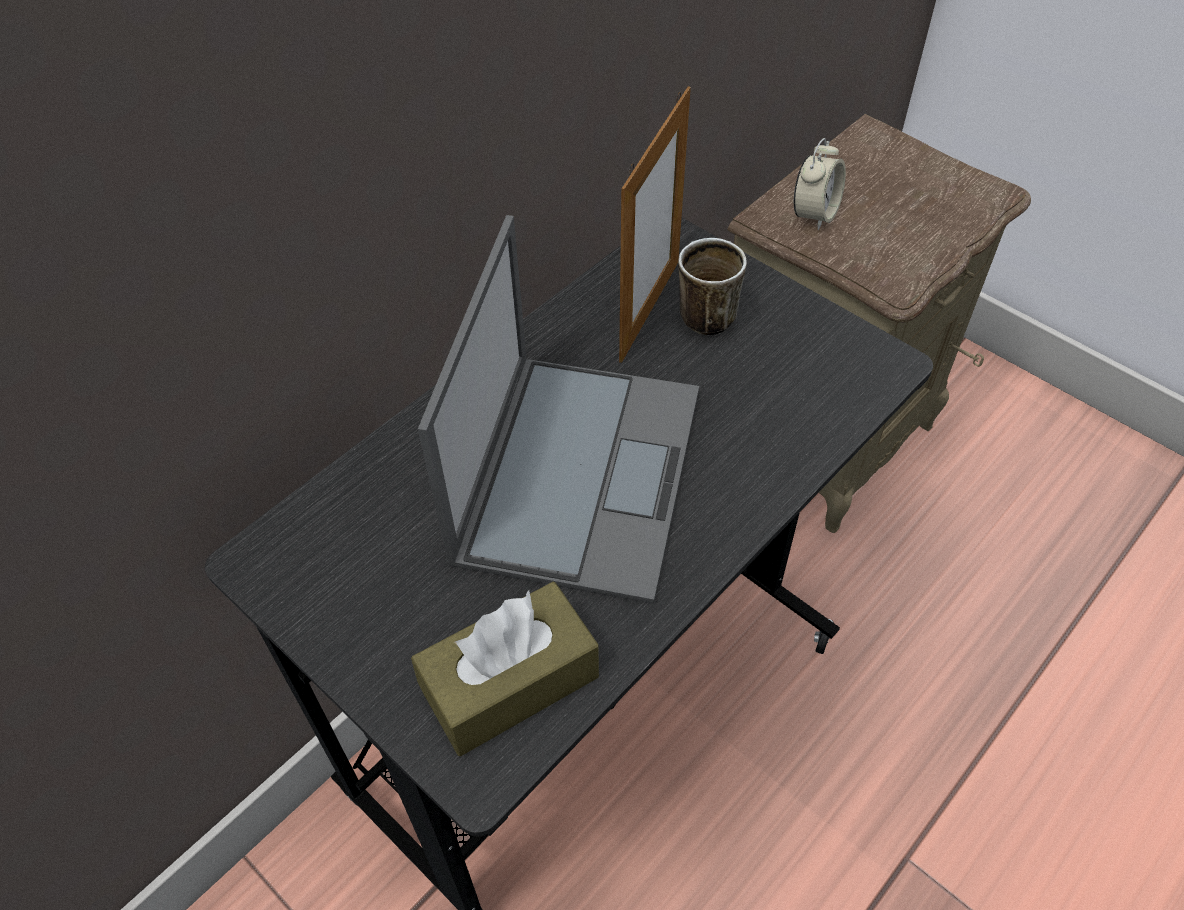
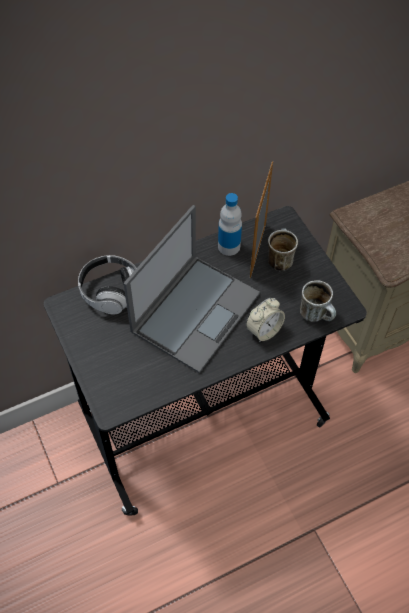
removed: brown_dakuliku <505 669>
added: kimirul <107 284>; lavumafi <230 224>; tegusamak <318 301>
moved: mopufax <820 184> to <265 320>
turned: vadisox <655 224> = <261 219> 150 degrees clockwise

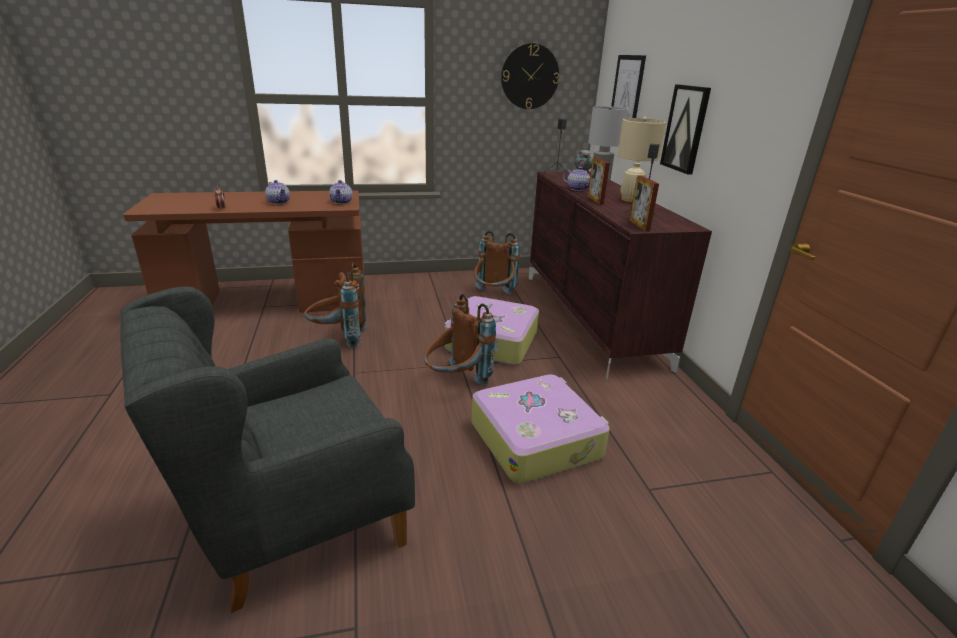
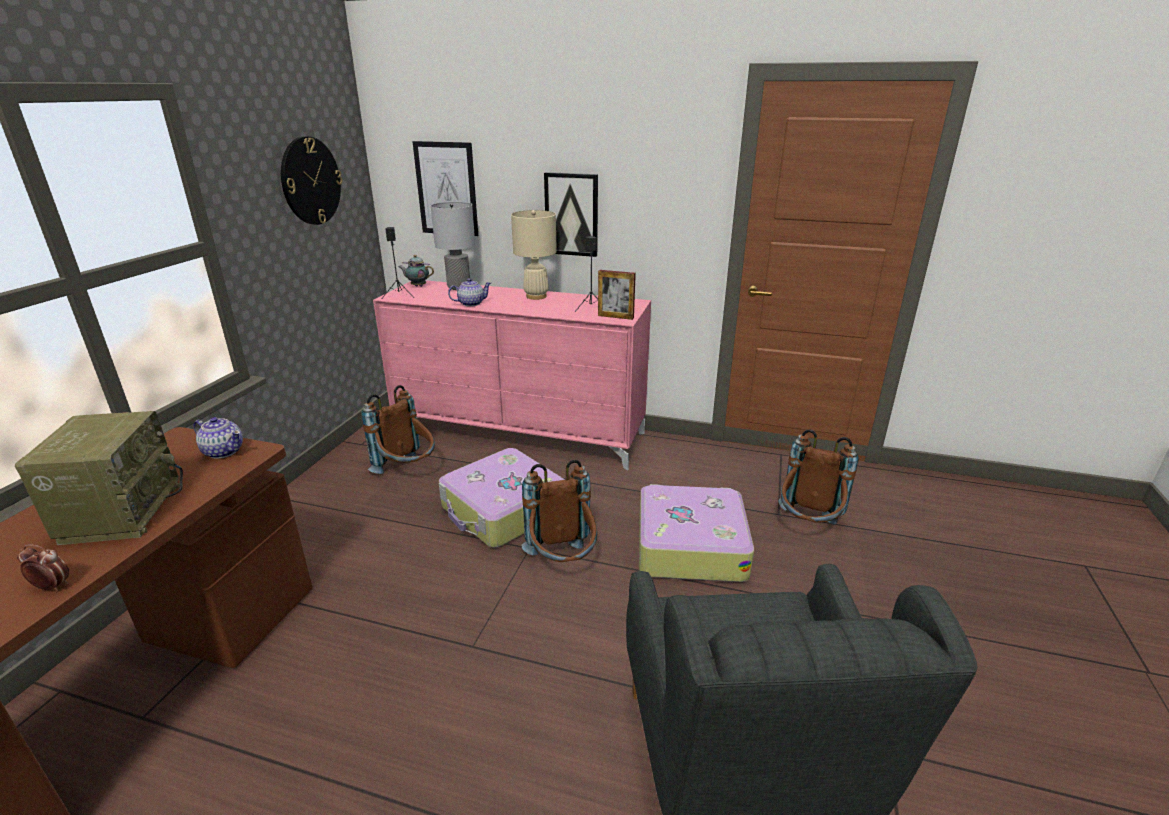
removed: vadisox <599 181>
moved: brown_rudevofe <335 305> to <818 476>
replaced: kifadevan <277 192> to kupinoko <99 478>
recoloured: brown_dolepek <620 275> to pink_dolepek <512 375>

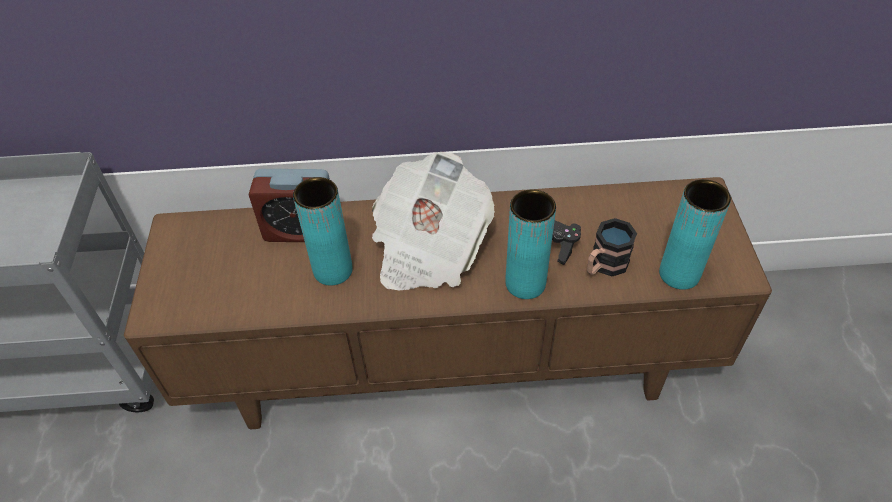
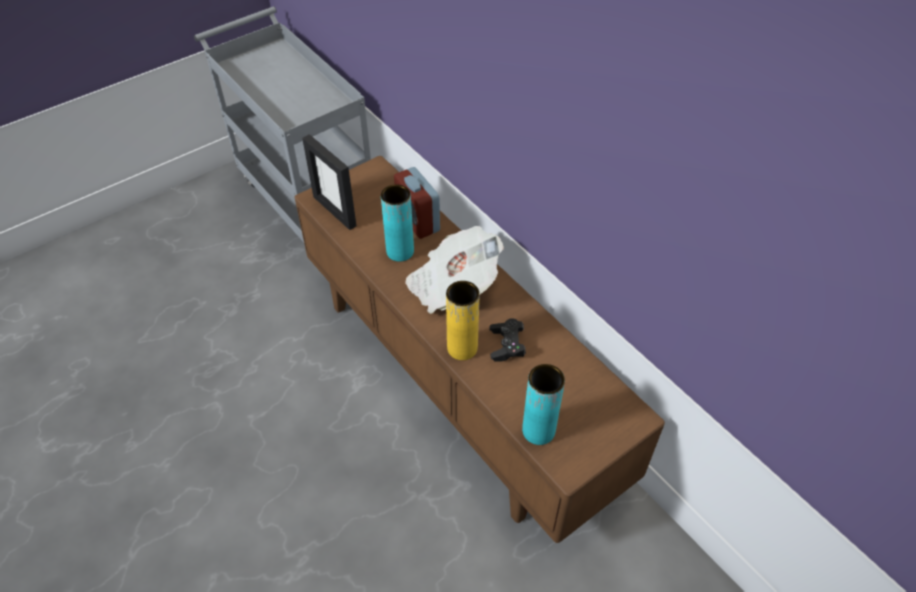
removed: tegusamak <612 247>
added: vadisox <329 182>
recoloured: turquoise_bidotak <530 244> to yellow_bidotak <463 320>

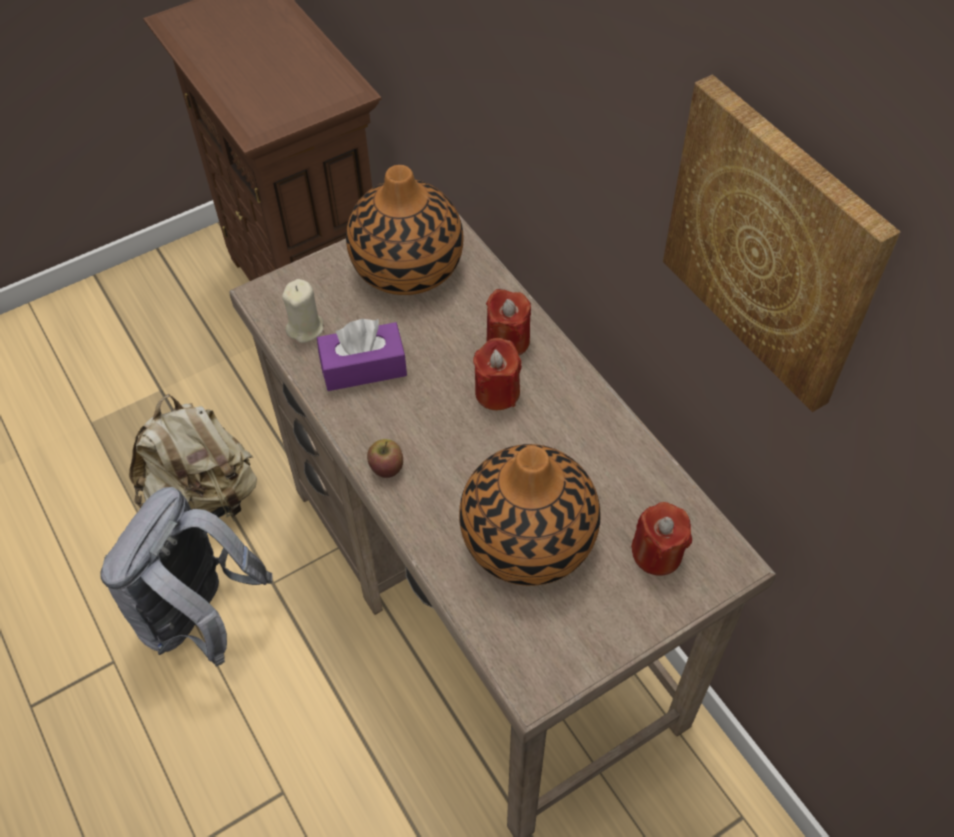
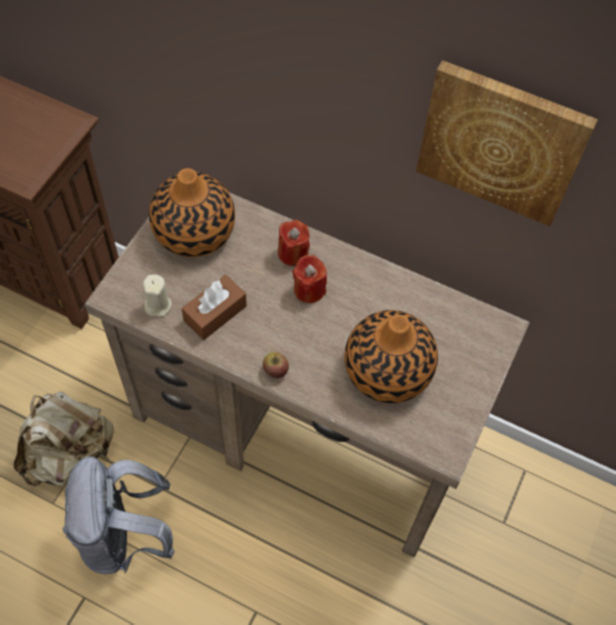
removed: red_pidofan <661 539>
recoloured: purple_dakuliku <362 355> to brown_dakuliku <214 307>

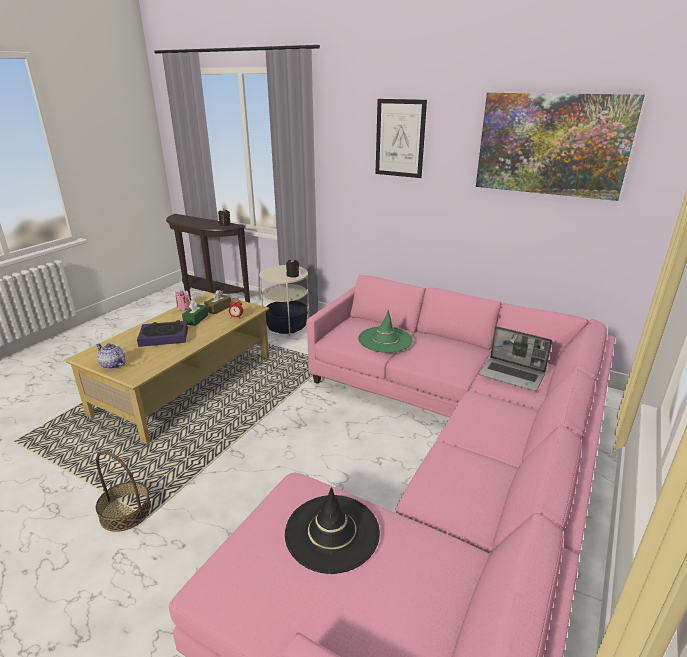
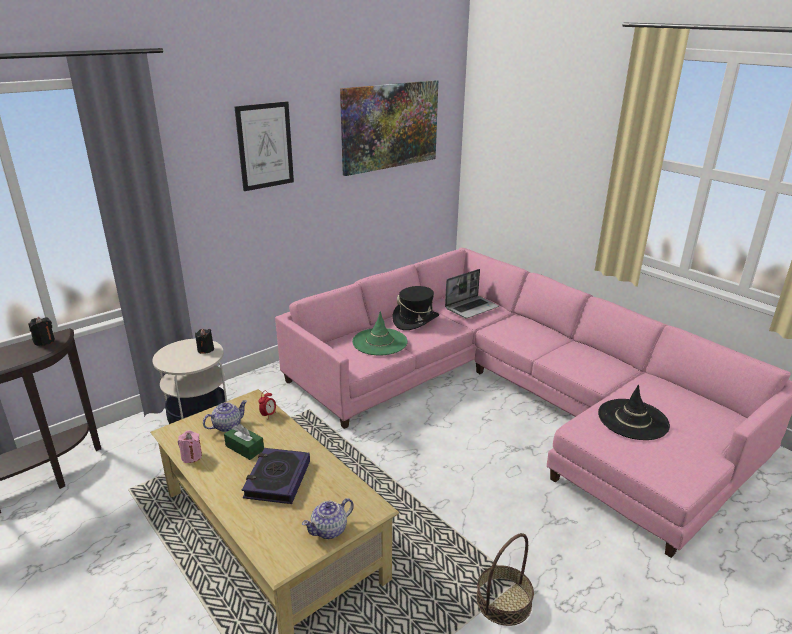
added: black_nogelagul <415 308>
replaced: brown_dakuliku <218 302> to kifadevan <225 416>

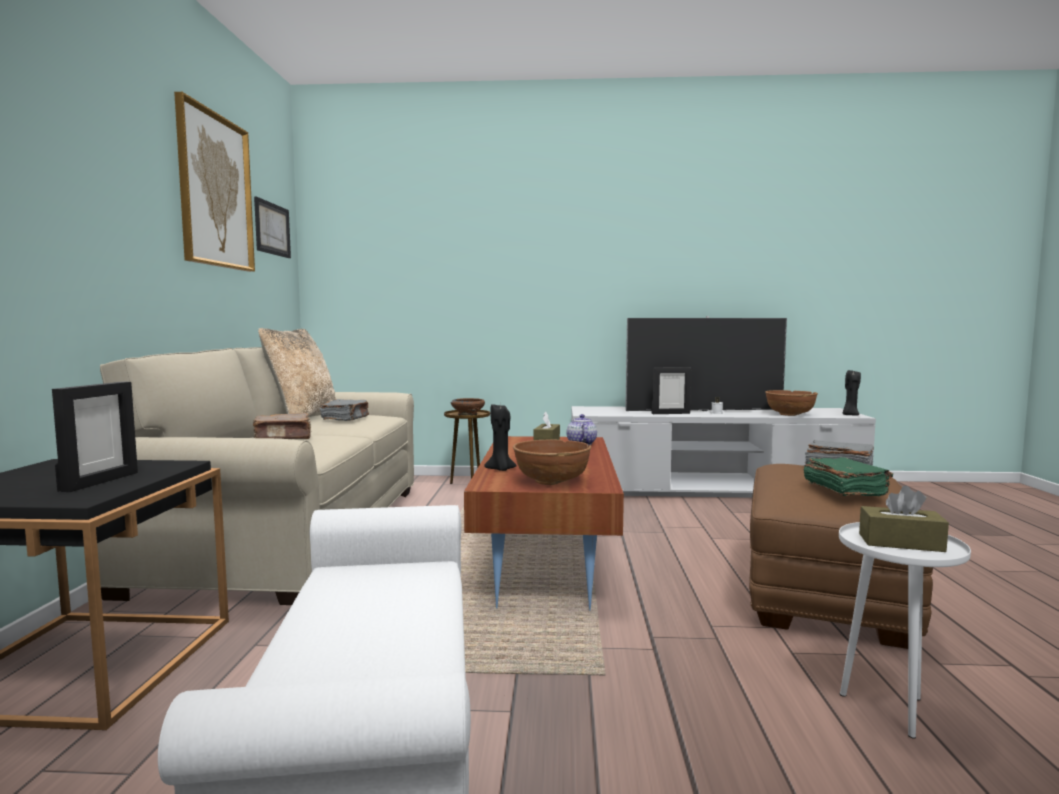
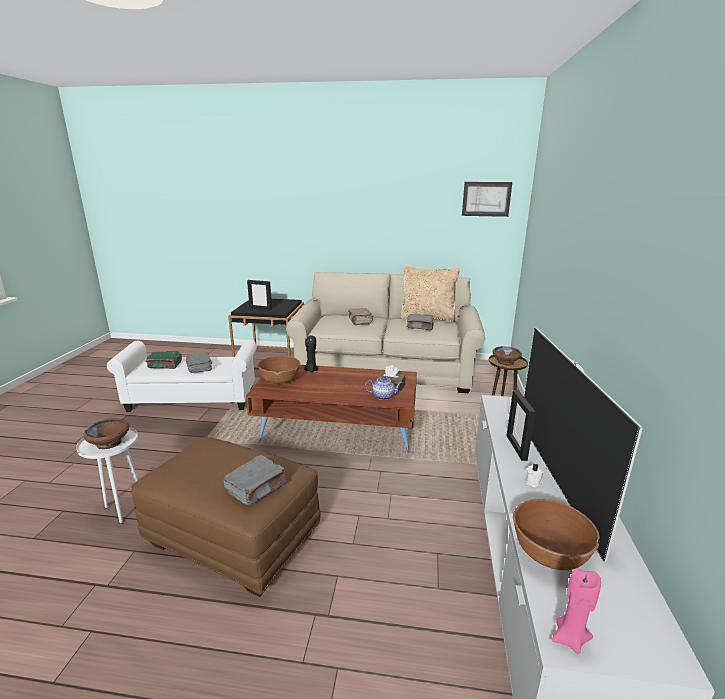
removed: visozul <214 182>
added: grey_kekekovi <199 362>
moved: green_kekekovi <848 476> to <163 360>
replaced: brown_dakuliku <904 519> to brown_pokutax <106 433>
recoloured: black_pidofan <852 392> to pink_pidofan <576 611>

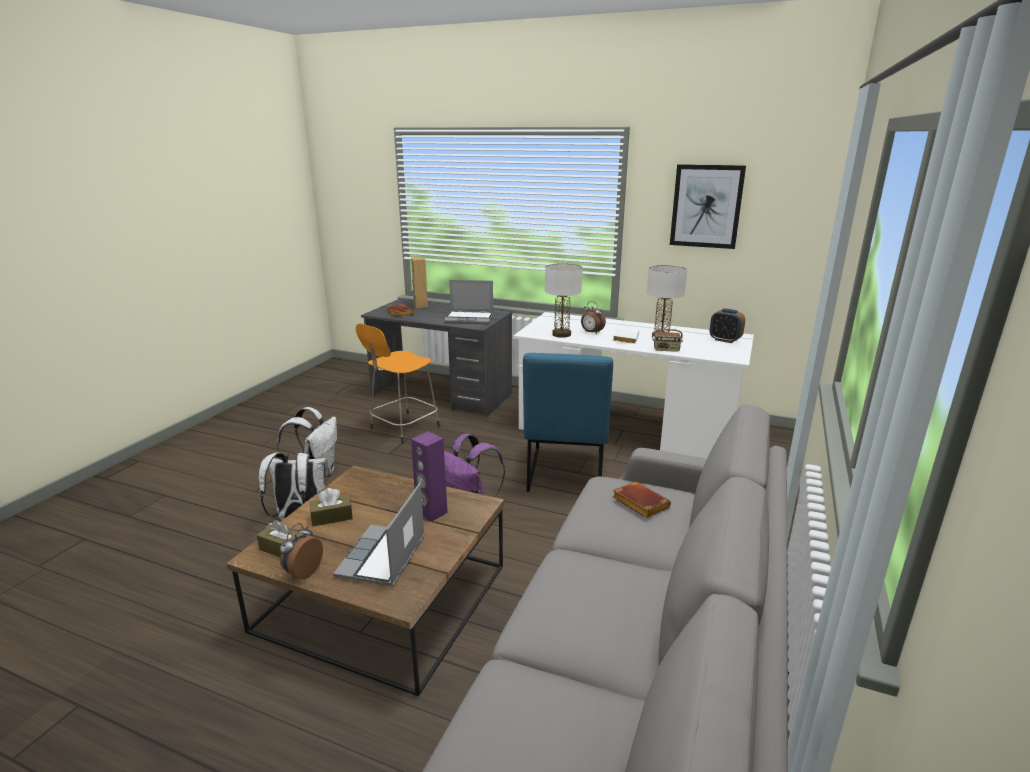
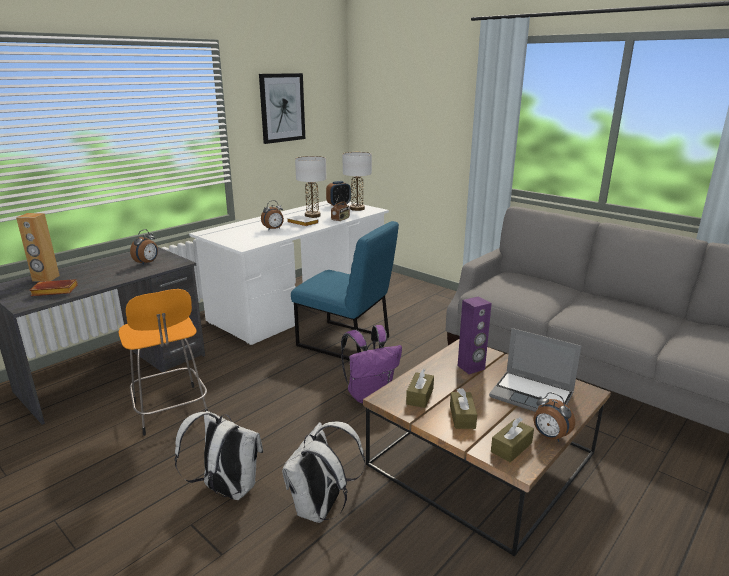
removed: brown_kekekovi <641 499>
added: brown_dakuliku <420 388>
moved: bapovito <563 300> to <357 181>
replaced: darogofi <468 302> to mopufax <144 246>

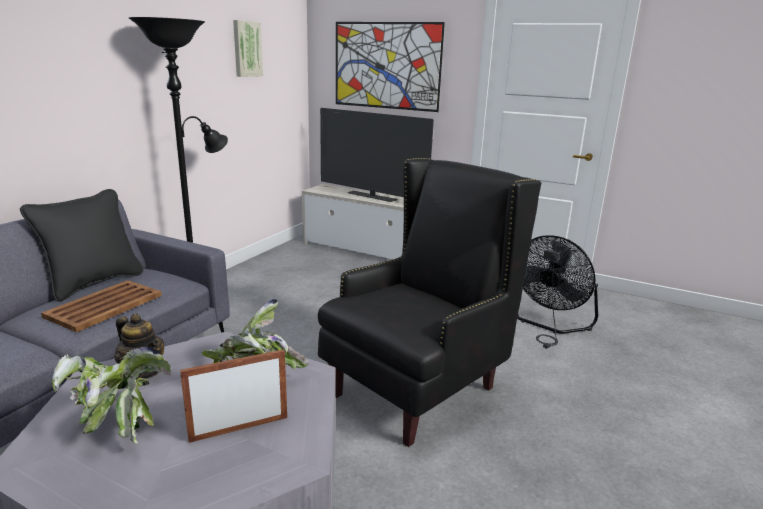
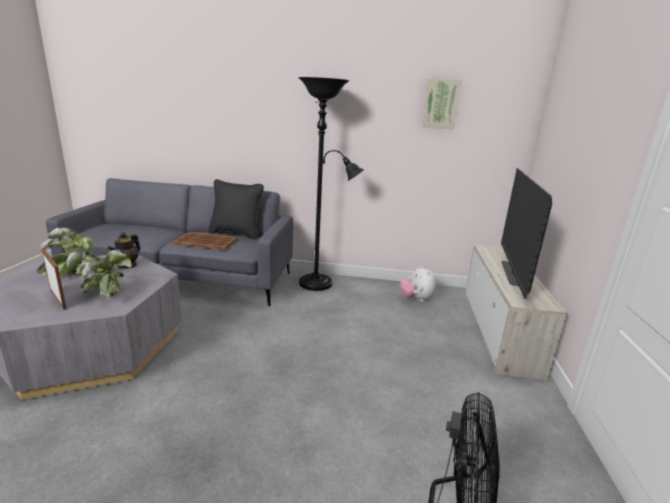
removed: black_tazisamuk <429 302>; visozul <390 67>
added: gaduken <418 284>

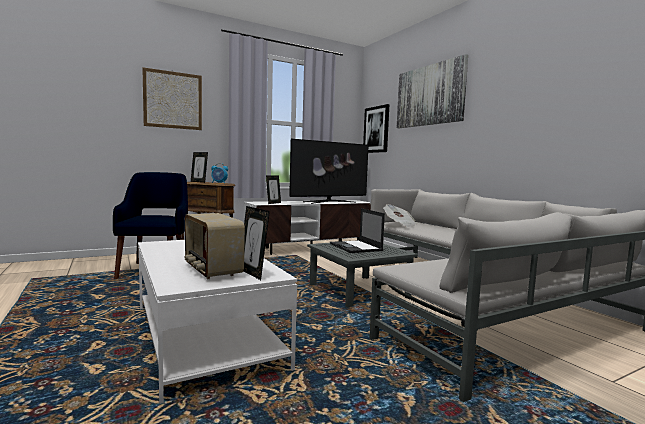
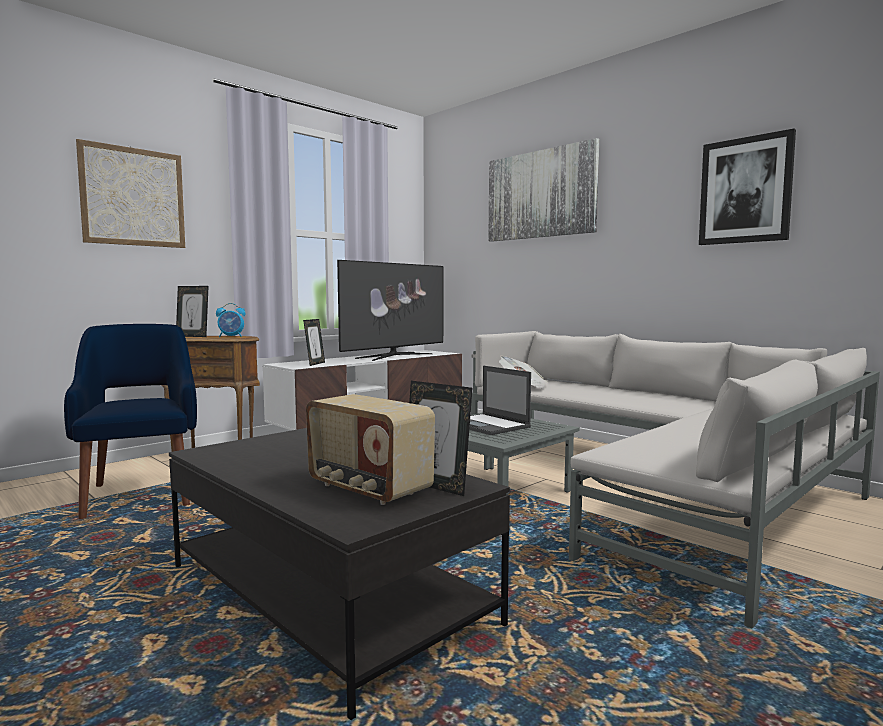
moved: visozul <376 128> to <747 187>
recoloured: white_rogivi <217 322> to black_rogivi <339 574>

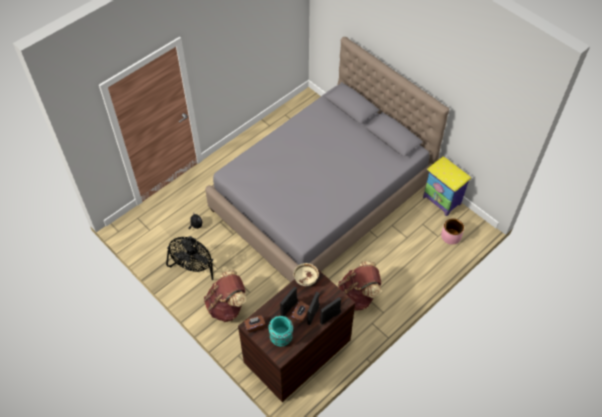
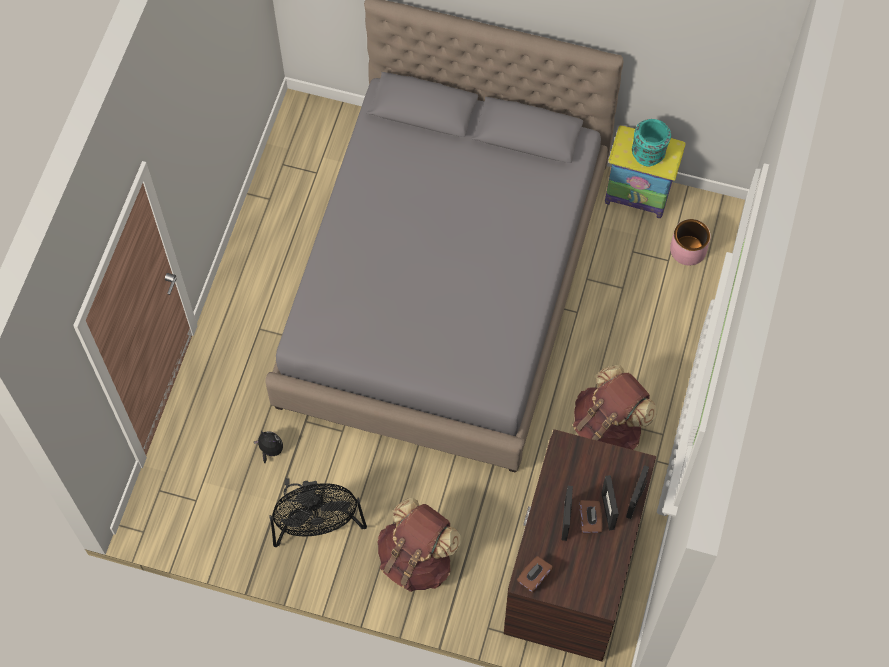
removed: beige_pokutax <306 274>
moved: turquoise_bidotak <281 331> to <651 142>

